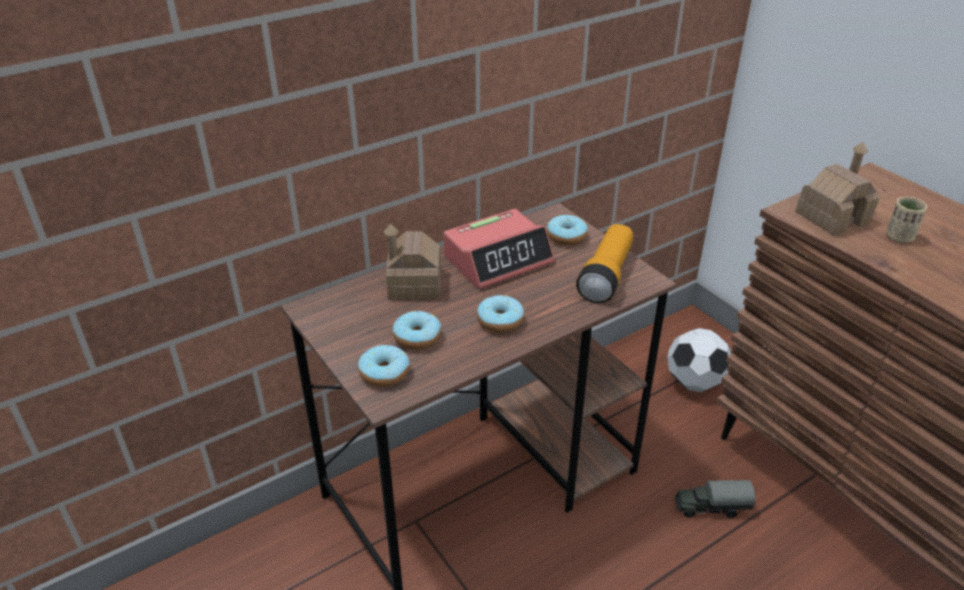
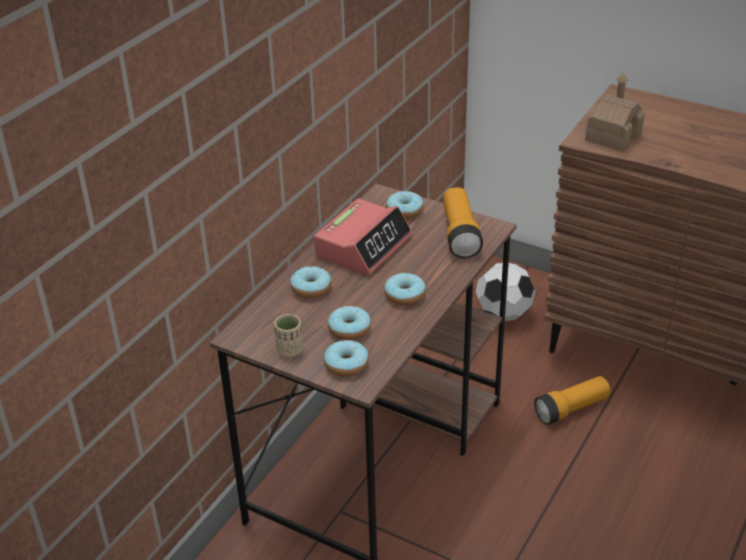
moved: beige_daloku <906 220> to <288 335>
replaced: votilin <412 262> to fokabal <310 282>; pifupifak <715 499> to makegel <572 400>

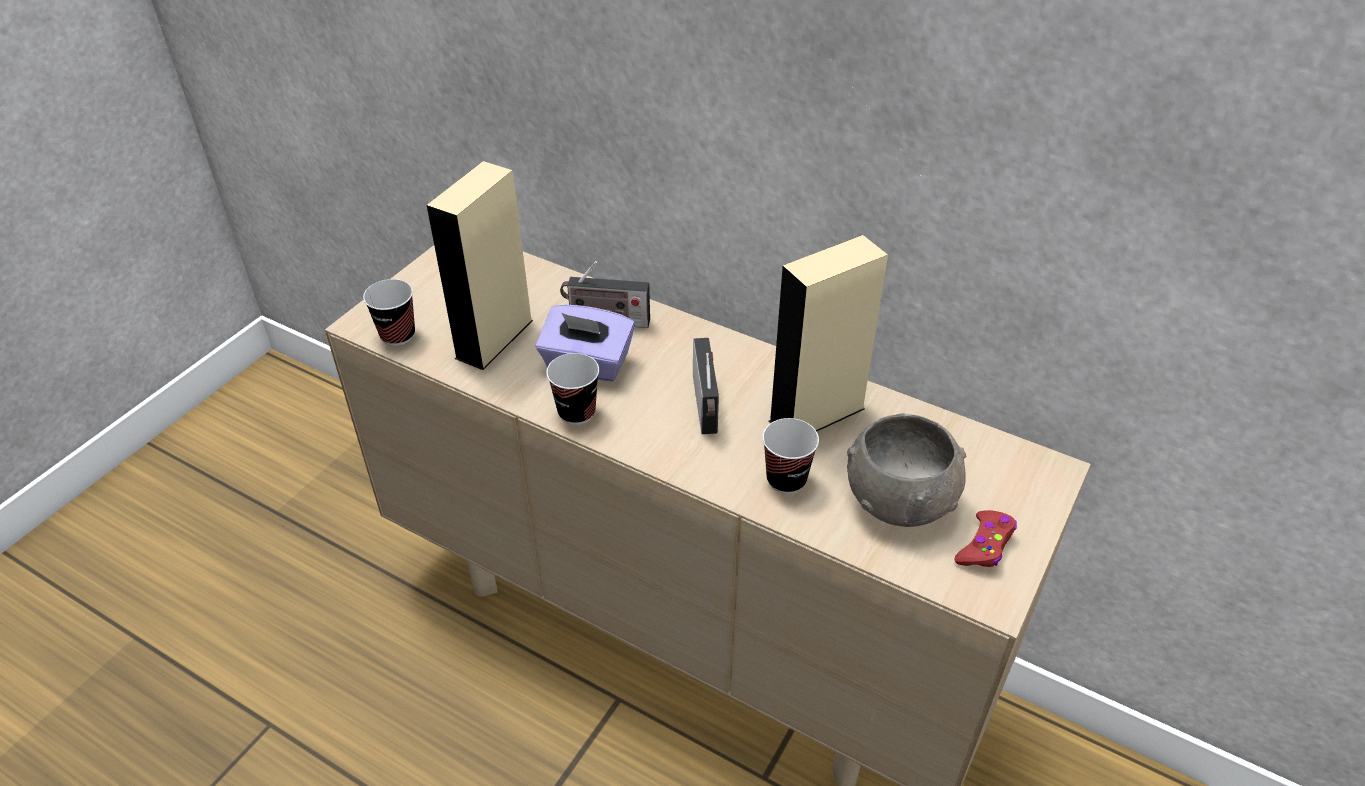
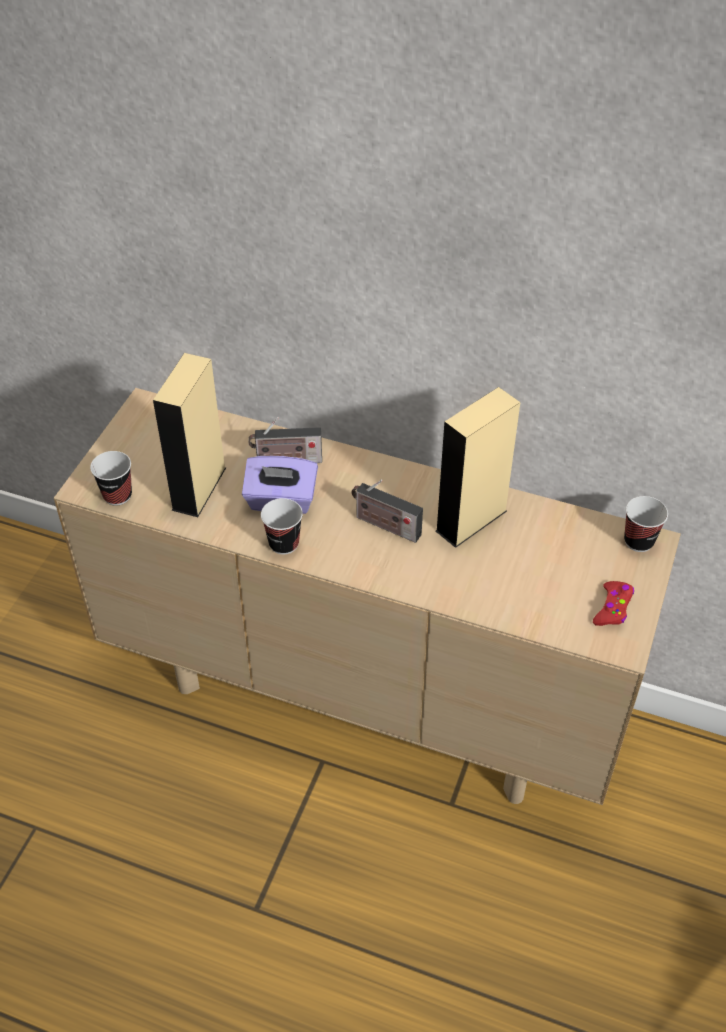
removed: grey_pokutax <906 470>
moved: daloku <790 456> to <646 524>
turned: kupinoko <706 386> = <387 511> 135 degrees clockwise

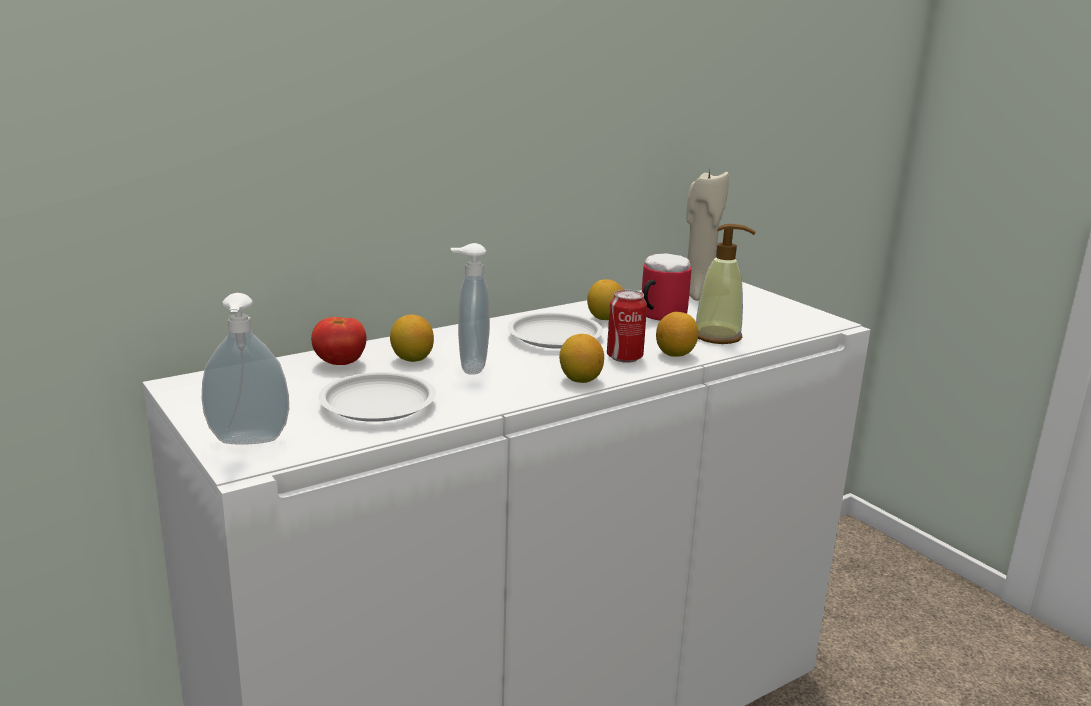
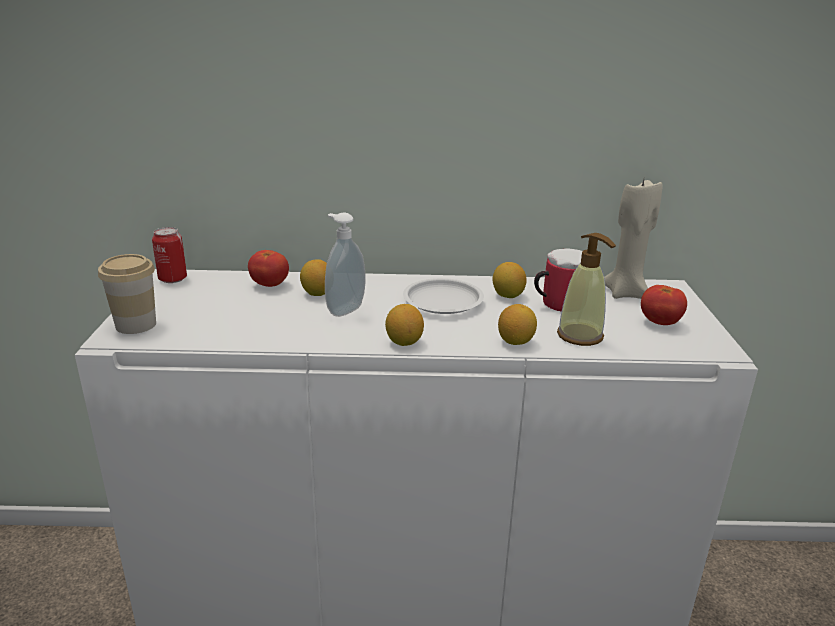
removed: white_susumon <377 397>
added: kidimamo <664 305>
moved: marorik <627 326> to <169 255>
replaced: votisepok <245 369> to daloku <127 294>

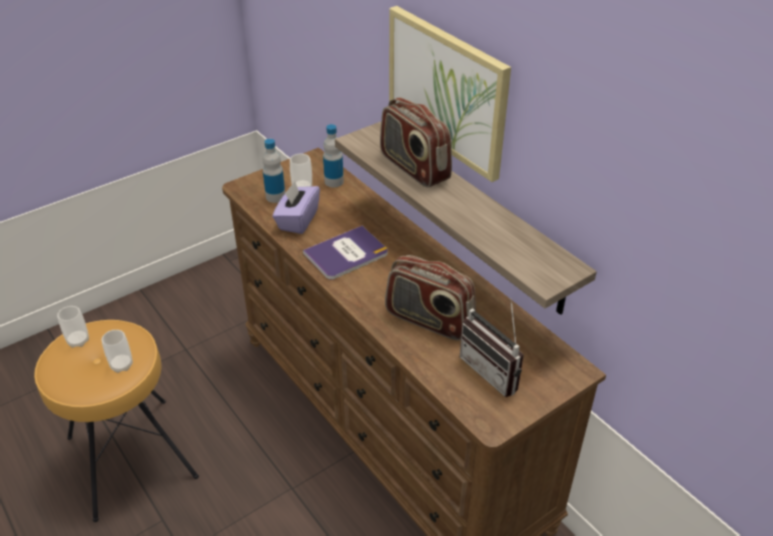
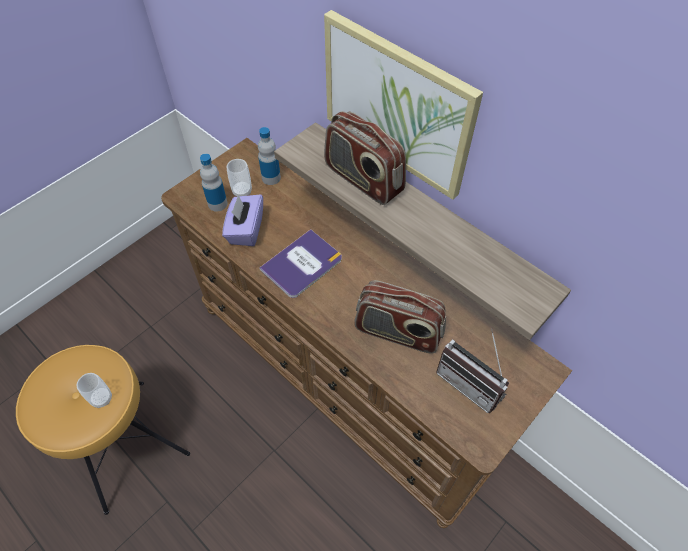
removed: daloku <73 327>

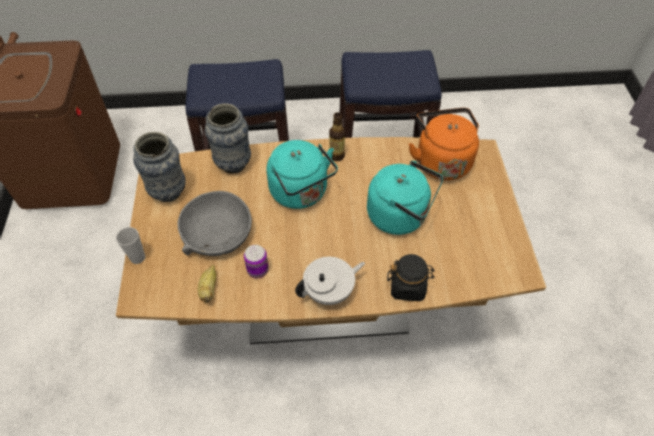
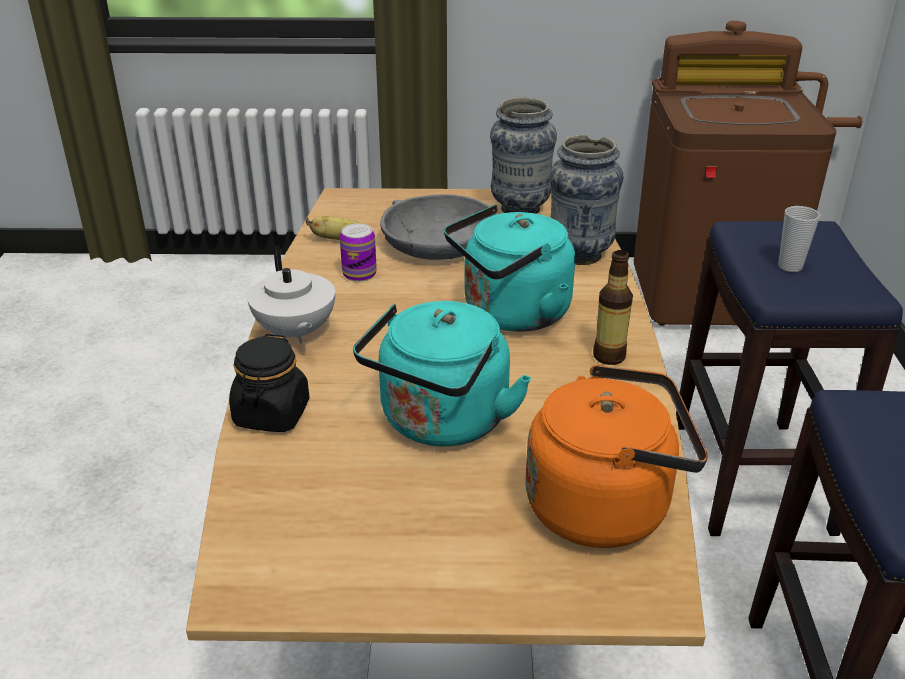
moved: daloku <130 245> to <799 239>

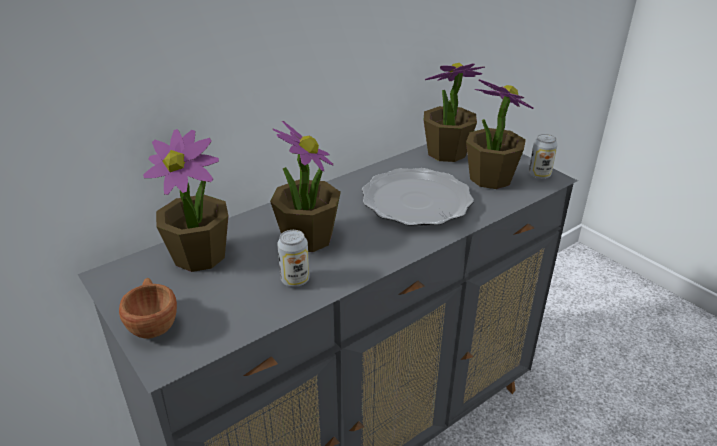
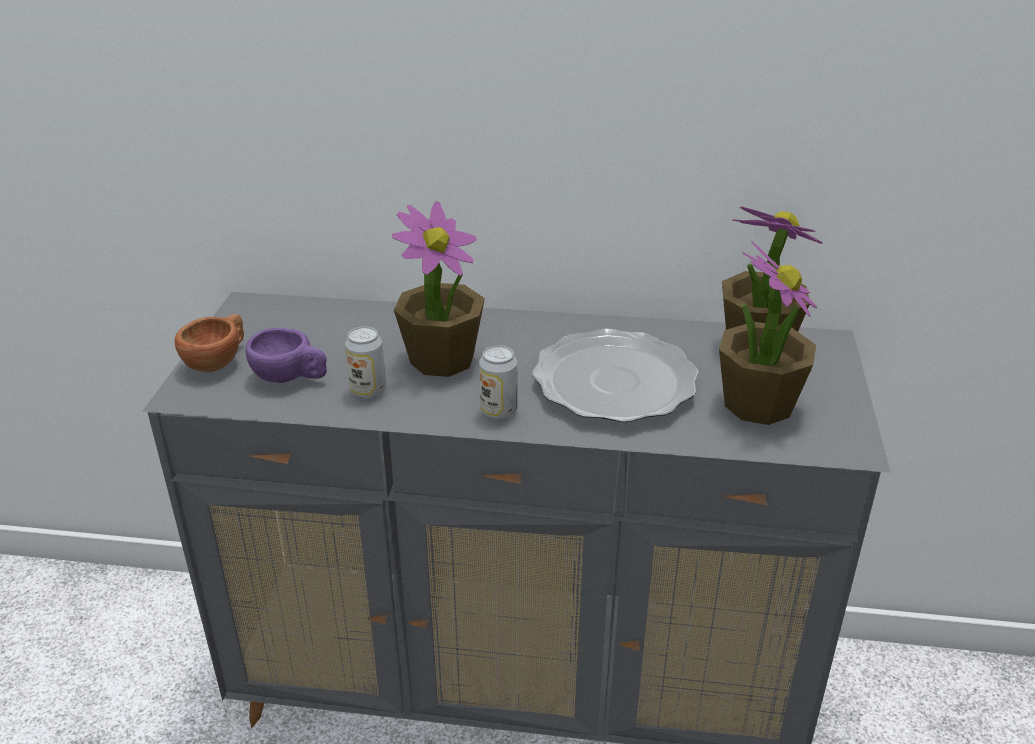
removed: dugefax <185 200>
added: purple_daloku <286 355>
moved: marorik <543 156> to <498 382>

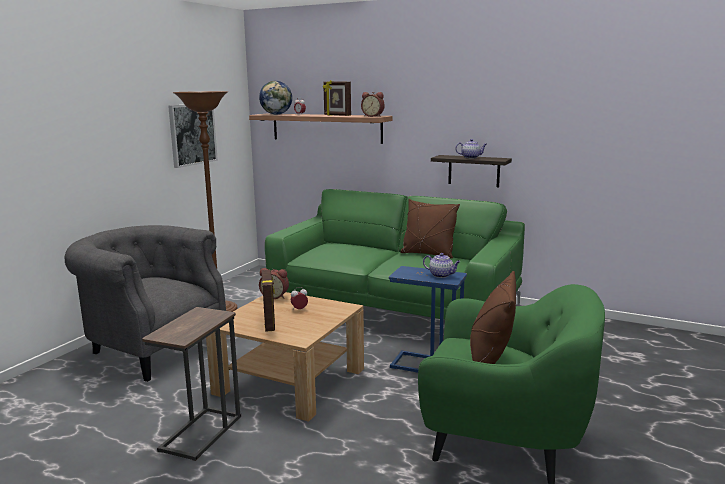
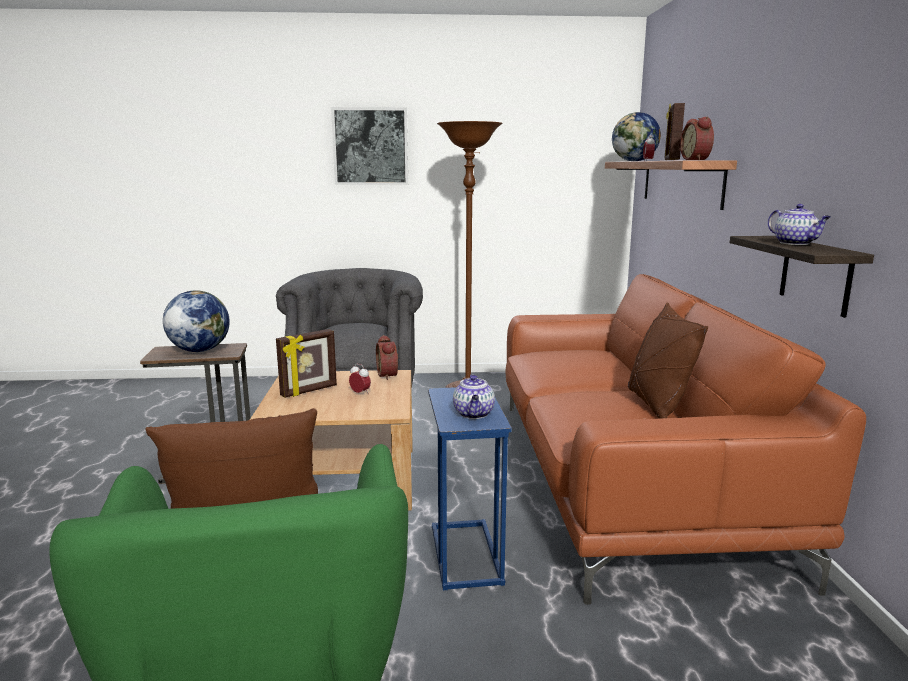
added: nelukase <196 321>
moved: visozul <193 136> to <369 146>
recoloured: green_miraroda <395 254> to brown_miraroda <686 439>

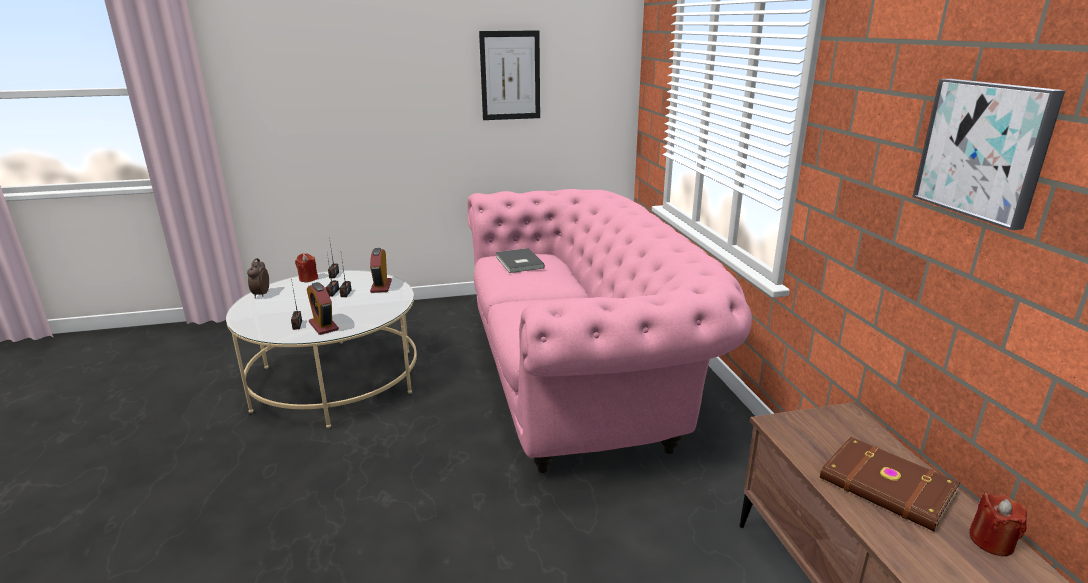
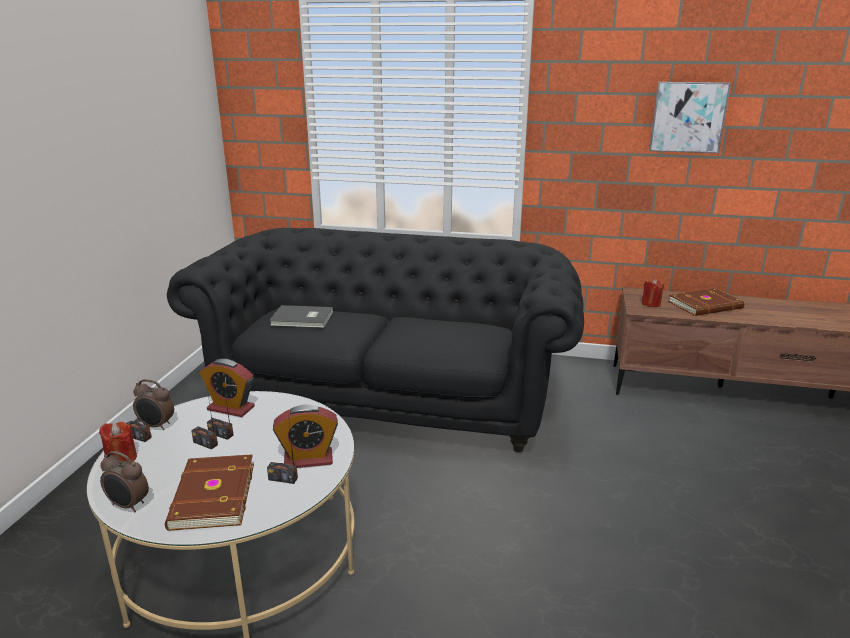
removed: visozul <509 75>
added: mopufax <153 404>; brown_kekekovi <209 492>
moved: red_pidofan <998 524> to <653 293>
recoloured: pink_miraroda <609 331> to black_miraroda <375 340>

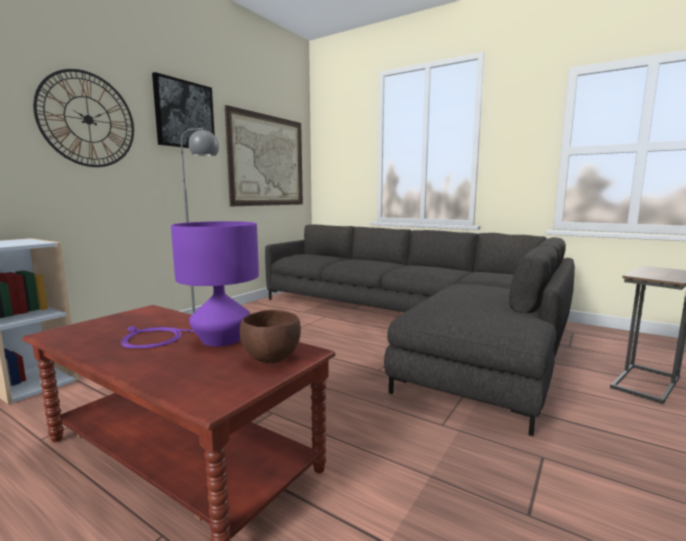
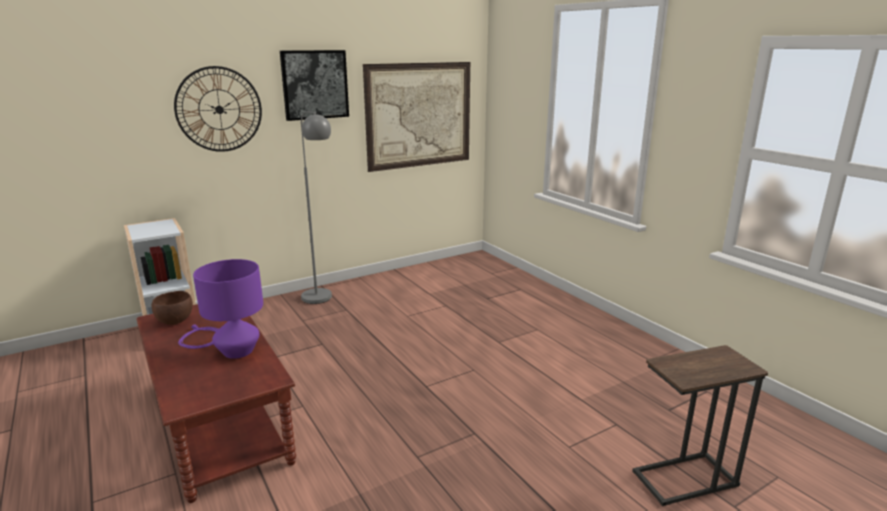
removed: grey_miraroda <420 330>
moved: brown_pokutax <270 336> to <172 308>

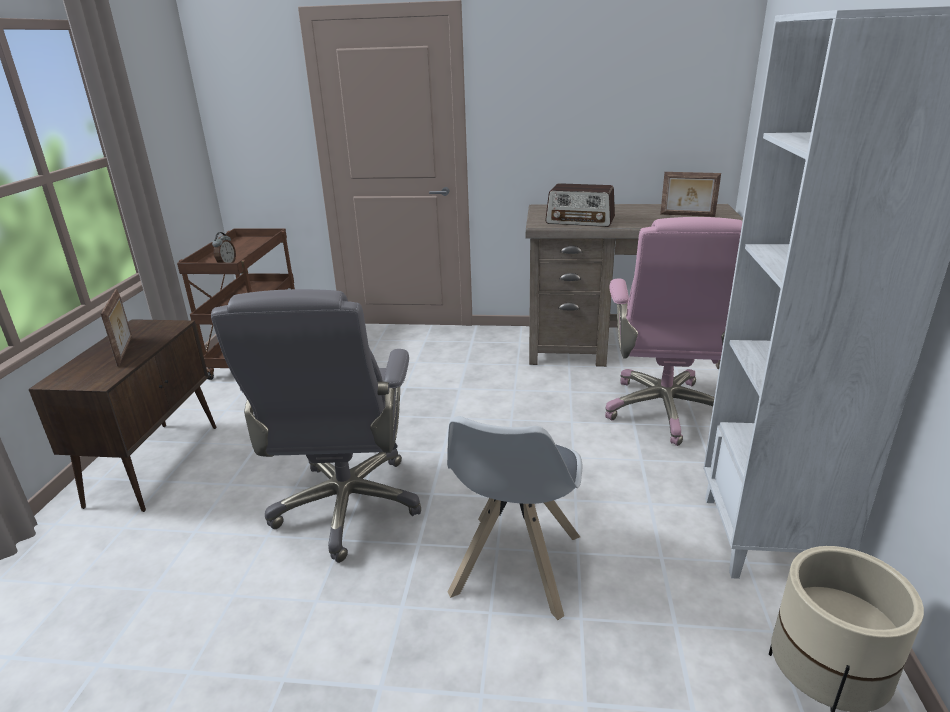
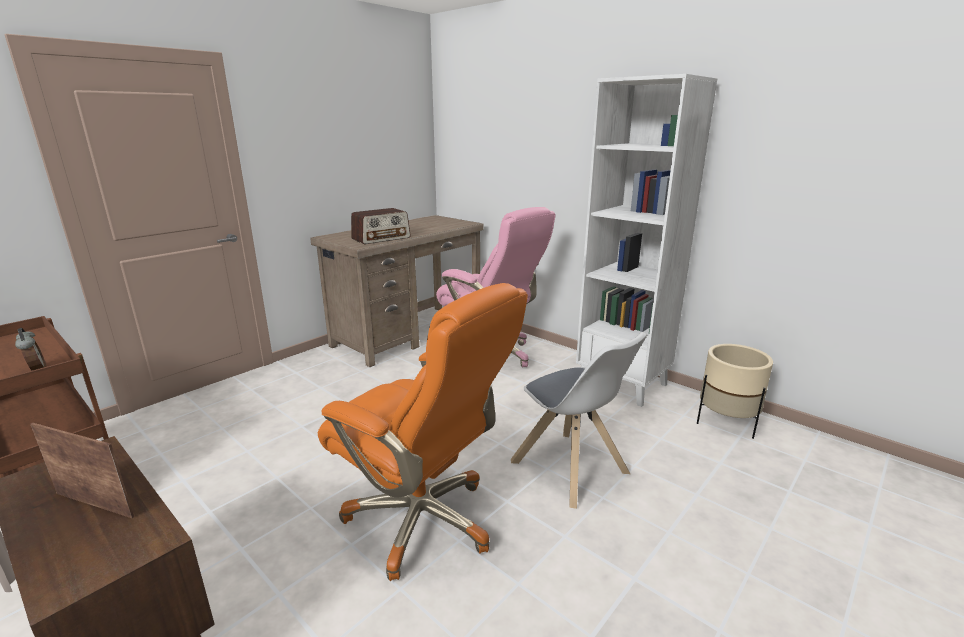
removed: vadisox <690 194>
recoloured: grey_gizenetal <316 426> to orange_gizenetal <423 432>

